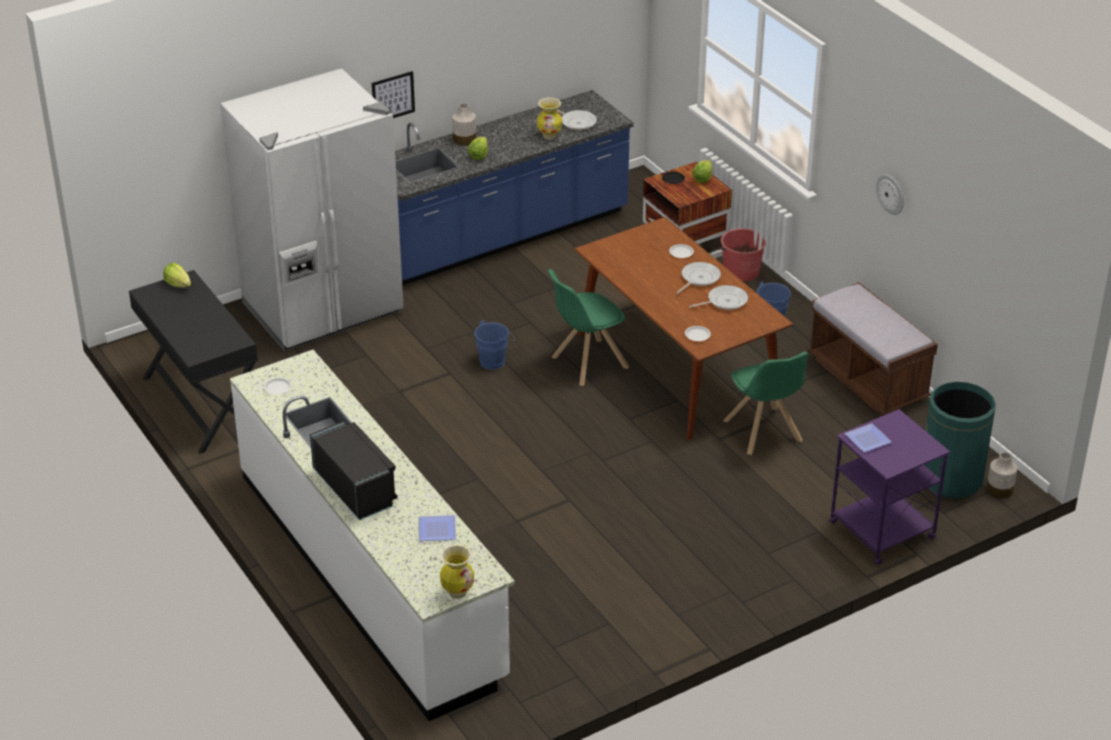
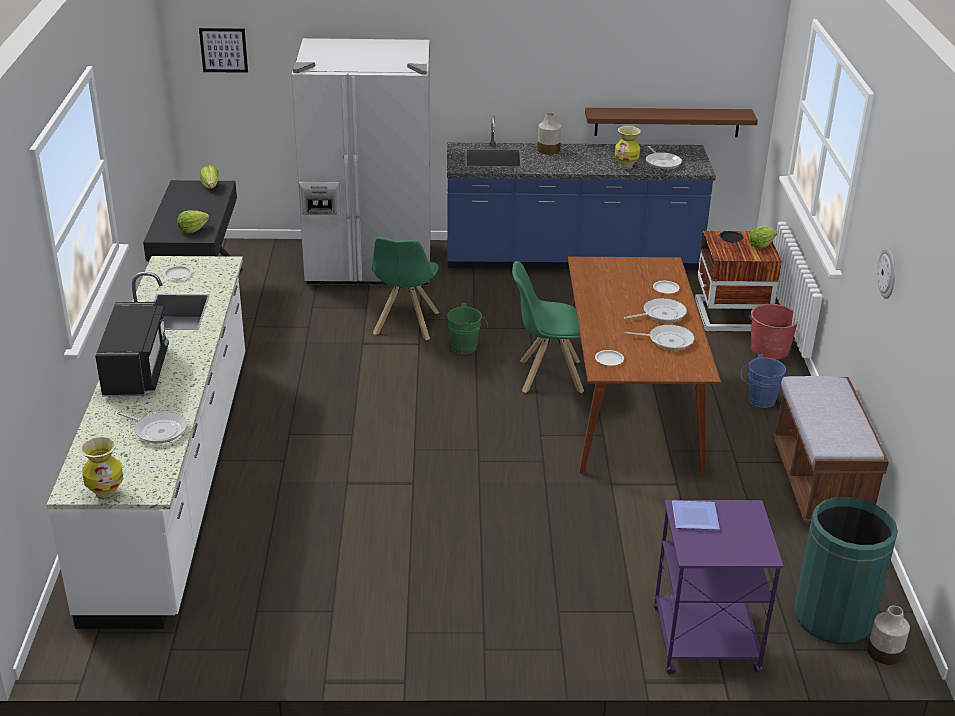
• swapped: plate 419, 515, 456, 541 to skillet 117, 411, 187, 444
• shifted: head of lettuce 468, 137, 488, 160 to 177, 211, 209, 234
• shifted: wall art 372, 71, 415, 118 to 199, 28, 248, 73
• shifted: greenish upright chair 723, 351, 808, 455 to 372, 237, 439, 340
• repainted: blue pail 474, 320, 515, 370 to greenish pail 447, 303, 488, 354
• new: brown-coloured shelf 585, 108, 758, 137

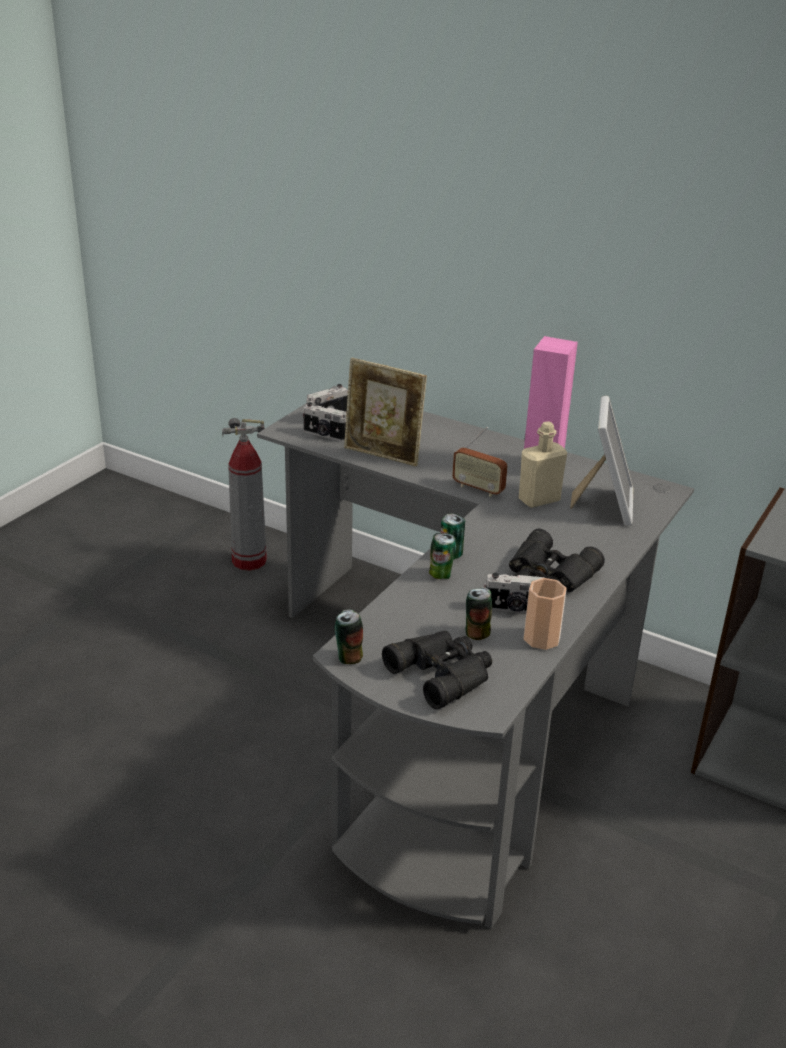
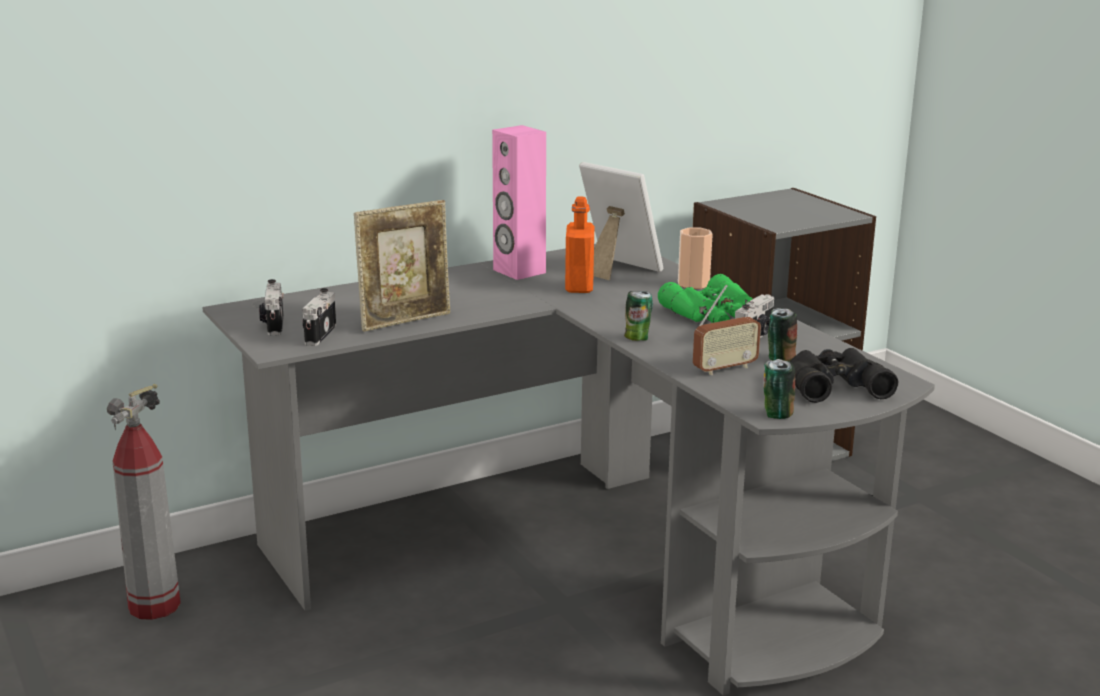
• rotated: still camera 303, 403, 346, 442 = 302, 288, 336, 346 135 degrees clockwise
• repainted: beige-coloured drink bottle 519, 421, 567, 508 to orangey drink bottle 565, 197, 594, 293
• repainted: blackish pair of binoculars 509, 528, 605, 592 to greenish pair of binoculars 658, 274, 752, 323
• shifted: drinking cup 524, 578, 567, 650 to 678, 228, 713, 289
• shifted: radio 452, 427, 507, 497 to 693, 285, 761, 375
• gone: sealed can 429, 533, 456, 579

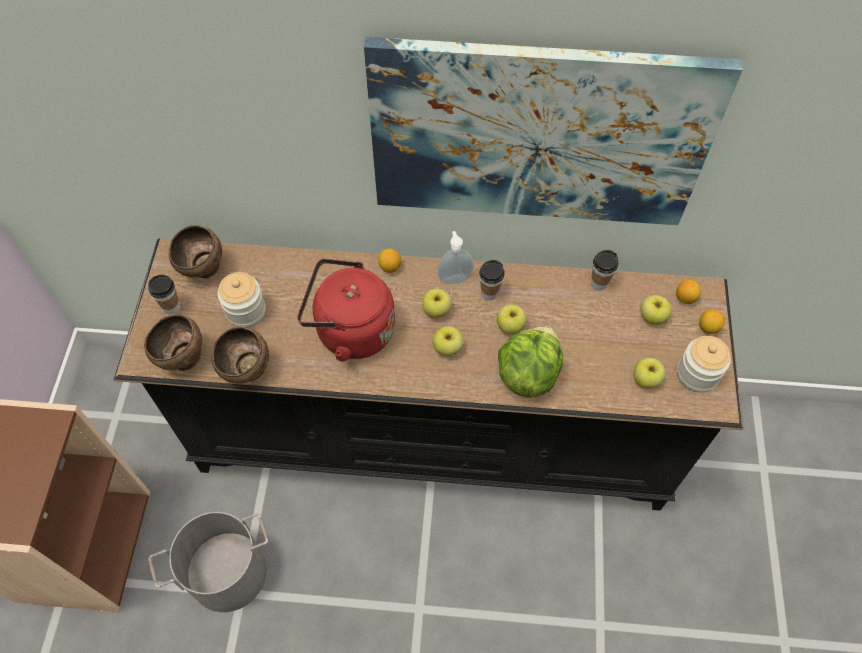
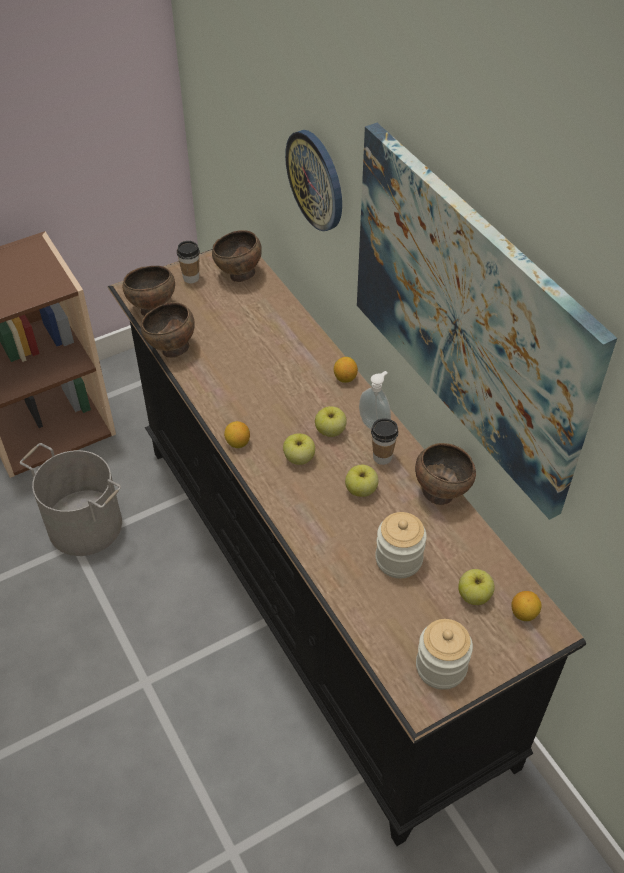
• shifted: citrus fruit 699, 309, 725, 334 to 224, 421, 250, 448
• new: hanging clock 285, 130, 342, 231
• shifted: preserve jar 218, 272, 266, 328 to 375, 512, 427, 578
• new: brown-coloured deep dish 415, 443, 476, 505
• gone: red kettle 297, 258, 395, 362
• gone: head of lettuce 498, 326, 563, 398
• gone: drinking cup 591, 250, 618, 290
• gone: apple 633, 358, 666, 388

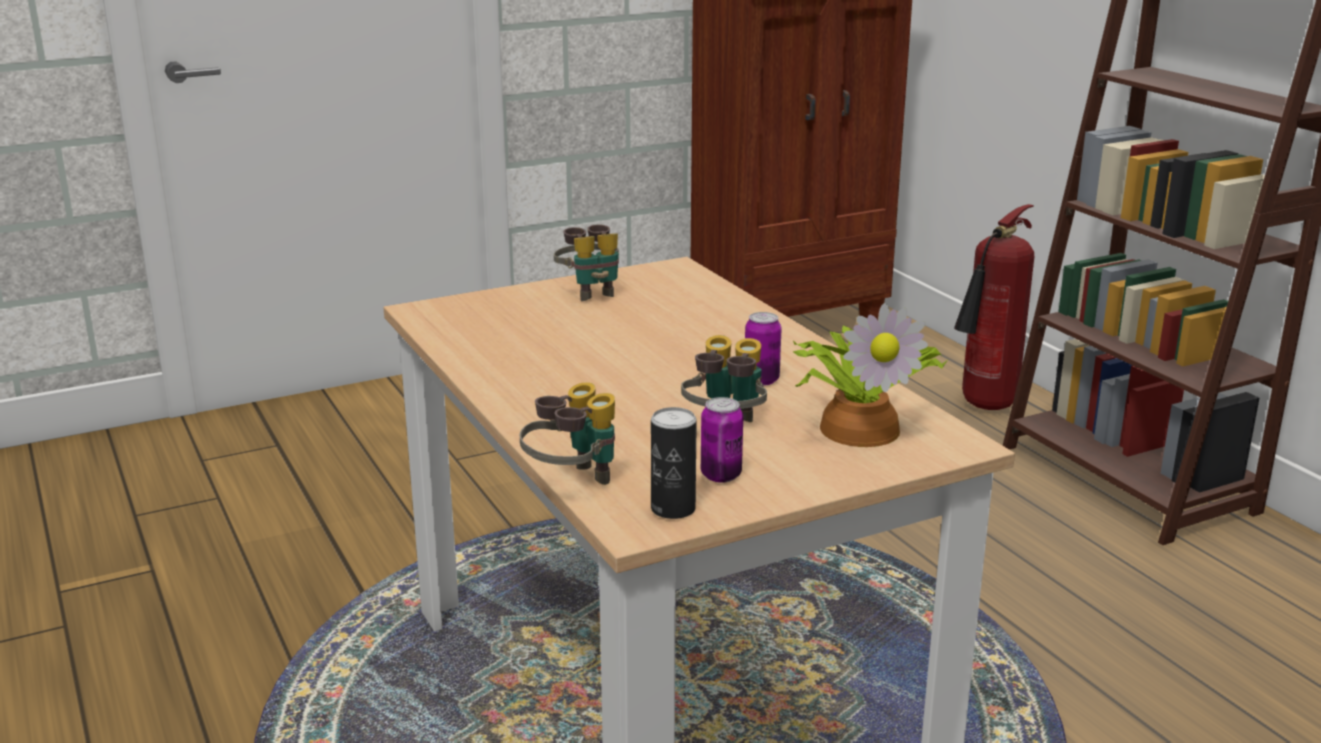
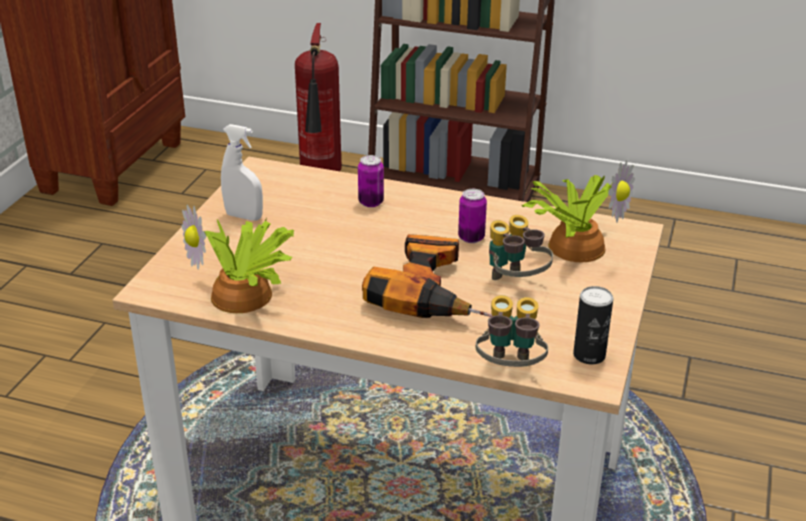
• new: houseplant 181, 205, 294, 313
• swapped: pair of binoculars 554, 224, 619, 301 to white-coloured hand sprayer 221, 124, 263, 221
• shifted: sealed can 701, 397, 743, 483 to 358, 155, 384, 207
• new: electric drill 362, 234, 492, 318

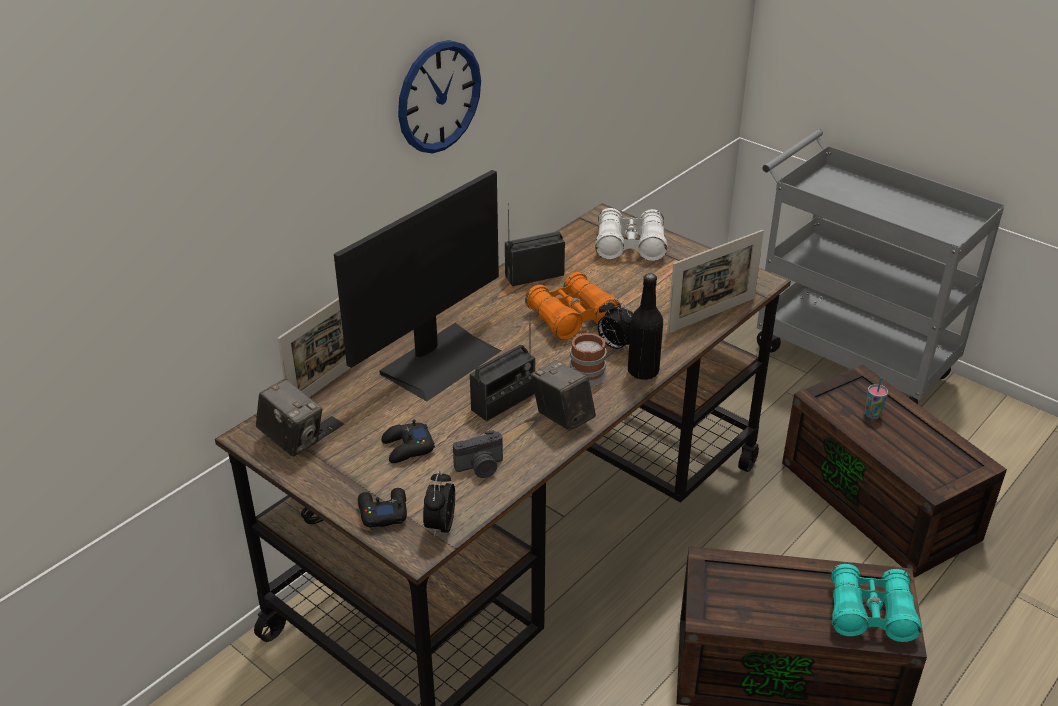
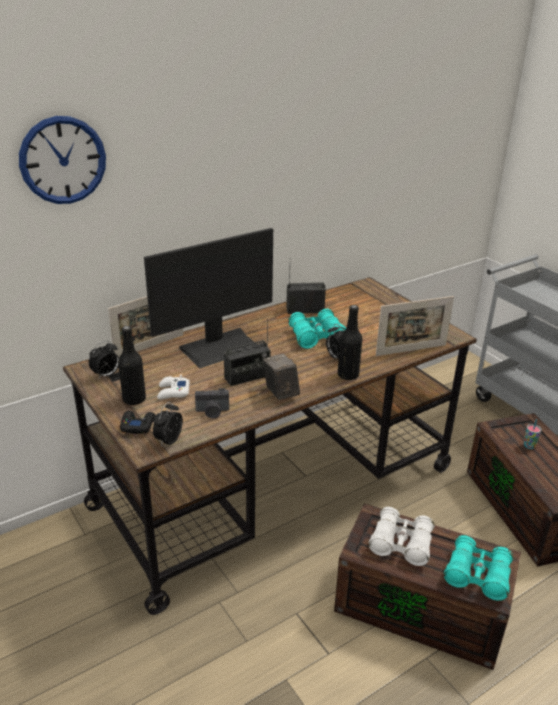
• shifted: hanging clock 398, 40, 481, 154 to 19, 116, 106, 204
• swapped: still camera 256, 379, 322, 456 to bedside clock 89, 341, 119, 379
• new: blackish drink bottle 118, 326, 146, 405
• repainted: blackish gamepad 381, 419, 435, 463 to white-coloured gamepad 157, 375, 190, 399
• repainted: orangey pair of binoculars 525, 272, 621, 340 to turquoise-coloured pair of binoculars 288, 309, 346, 349
• shifted: white-coloured pair of binoculars 595, 208, 668, 261 to 369, 507, 435, 566
• gone: tea mug 570, 325, 607, 387

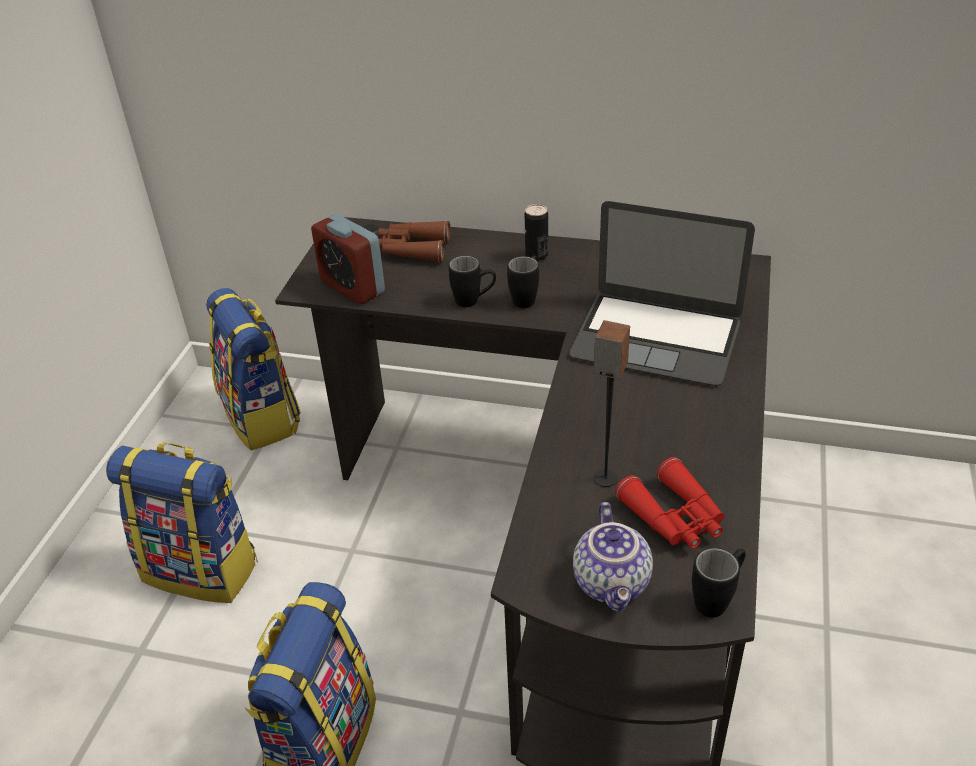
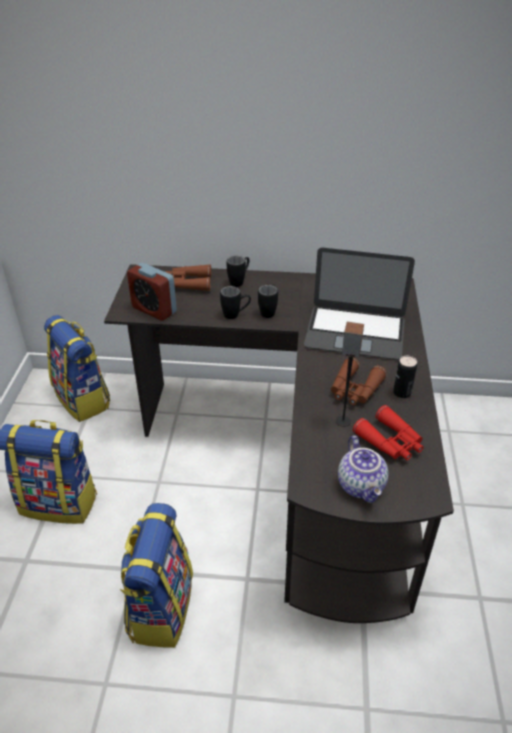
• shifted: blackish tea mug 692, 548, 746, 618 to 227, 256, 249, 287
• new: brown-coloured pair of binoculars 331, 357, 387, 405
• shifted: sealed can 525, 204, 548, 261 to 393, 356, 417, 398

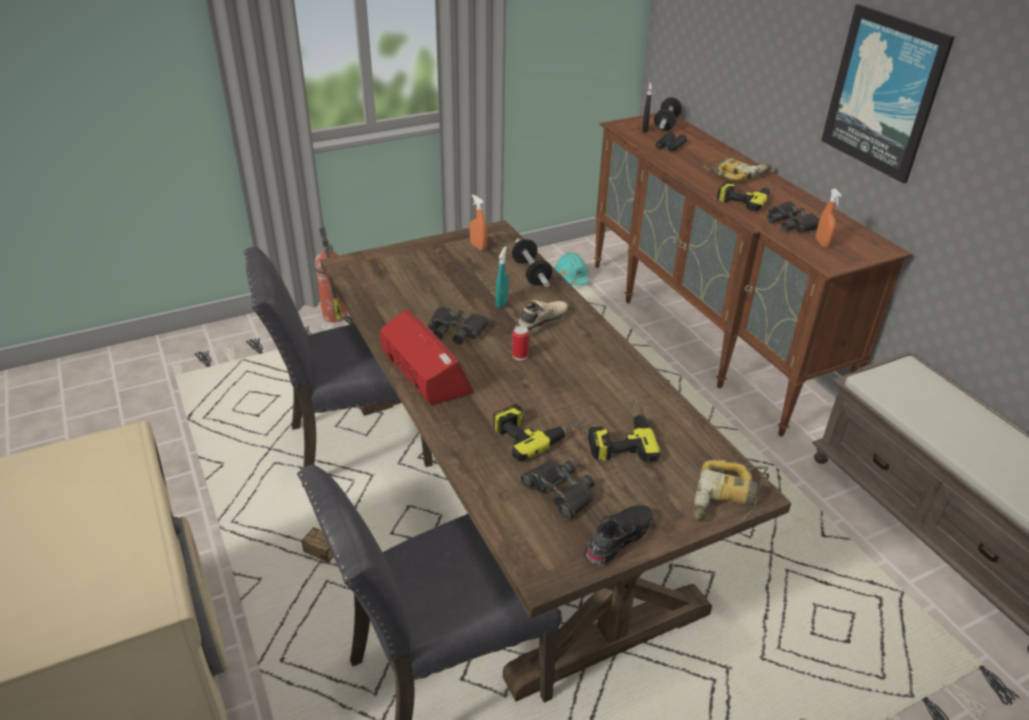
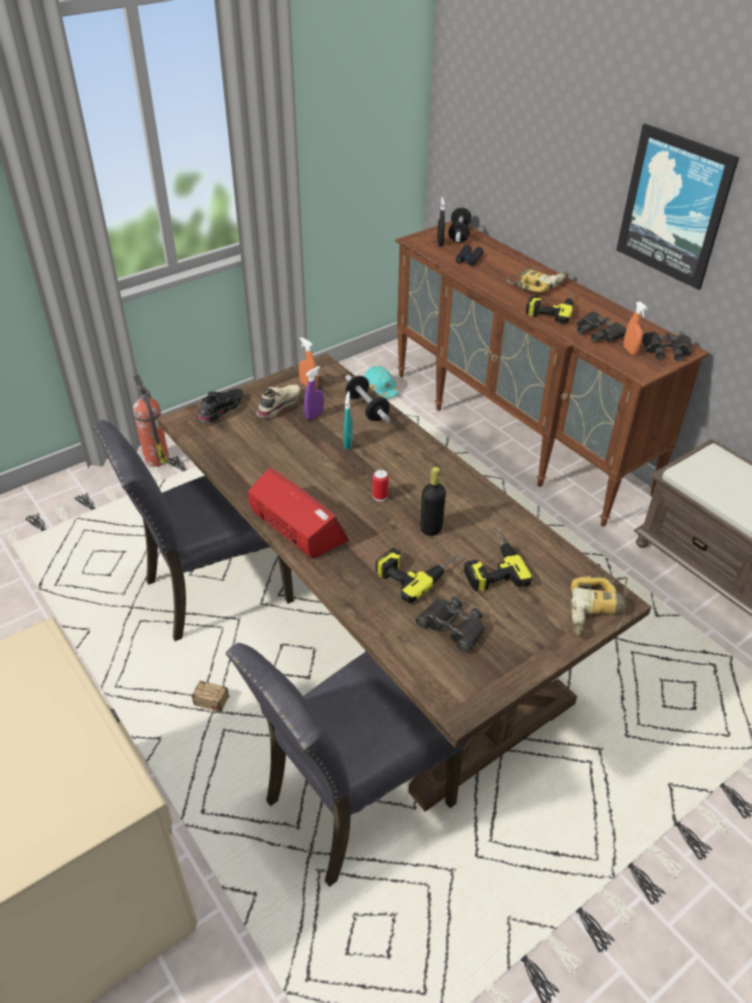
• shifted: blackish low shoe 584, 505, 653, 565 to 197, 389, 243, 423
• shifted: beige-coloured low shoe 516, 300, 568, 335 to 256, 384, 301, 418
• new: purple-coloured hand sprayer 304, 366, 324, 420
• new: blackish drink bottle 420, 467, 446, 536
• shifted: blackish pair of binoculars 428, 307, 488, 345 to 642, 332, 692, 361

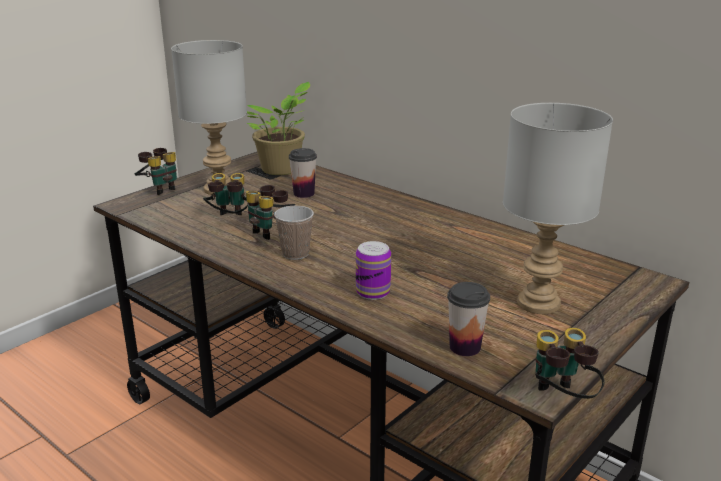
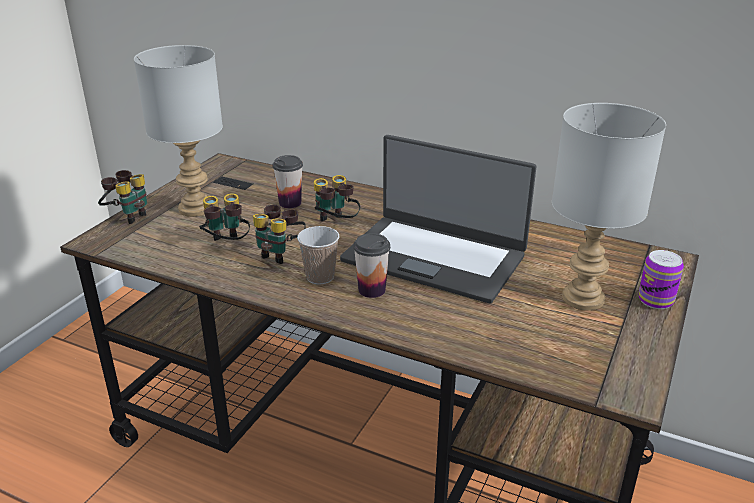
• shifted: pair of binoculars 535, 328, 605, 399 to 314, 175, 361, 222
• new: notebook computer 340, 135, 537, 303
• shifted: drinking cup 447, 282, 490, 356 to 353, 233, 390, 298
• shifted: sealed can 356, 241, 391, 300 to 639, 250, 684, 309
• gone: houseplant 247, 81, 310, 175

